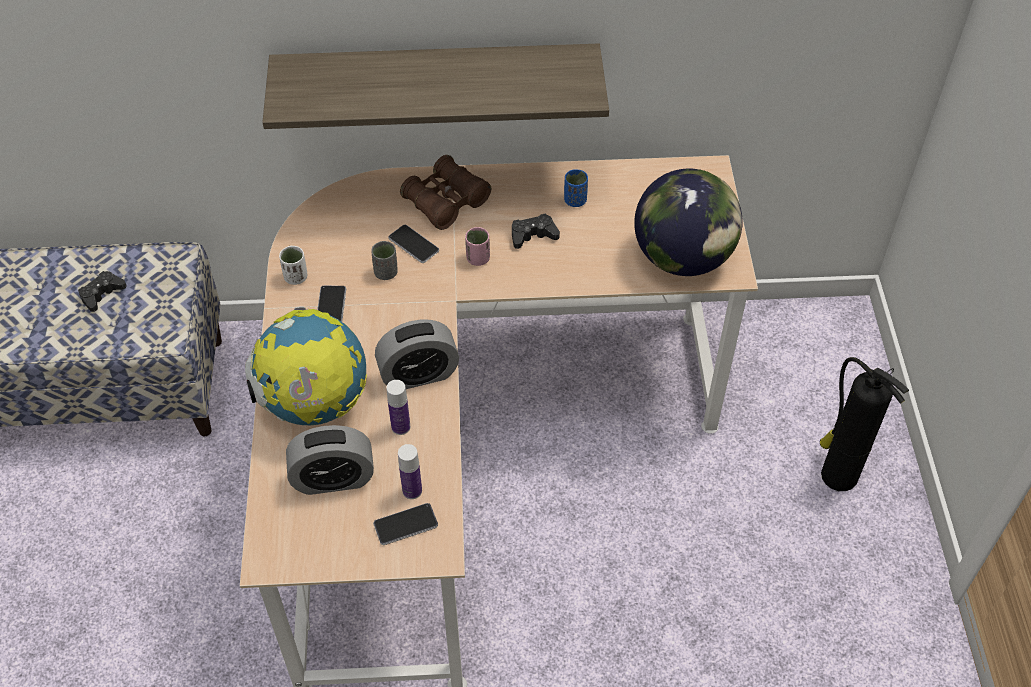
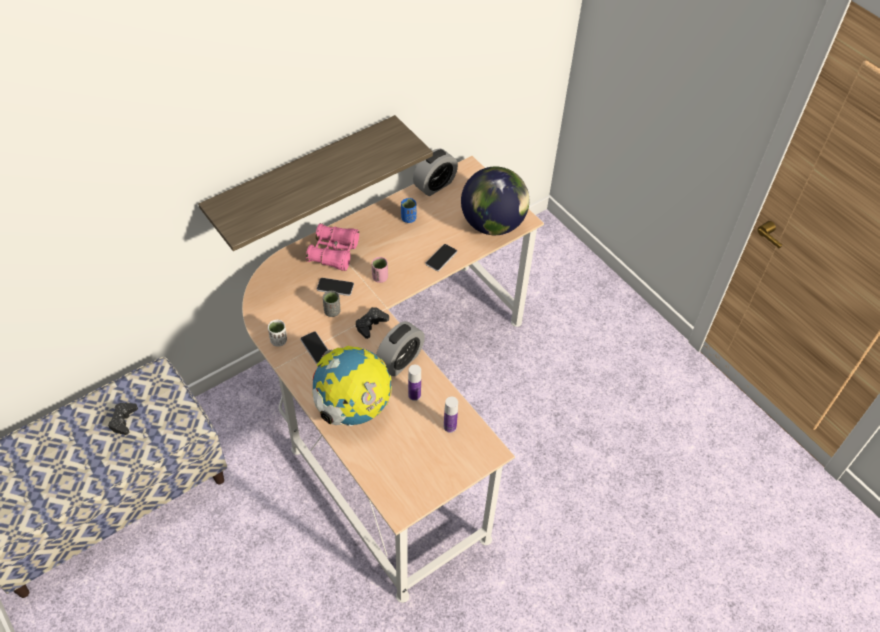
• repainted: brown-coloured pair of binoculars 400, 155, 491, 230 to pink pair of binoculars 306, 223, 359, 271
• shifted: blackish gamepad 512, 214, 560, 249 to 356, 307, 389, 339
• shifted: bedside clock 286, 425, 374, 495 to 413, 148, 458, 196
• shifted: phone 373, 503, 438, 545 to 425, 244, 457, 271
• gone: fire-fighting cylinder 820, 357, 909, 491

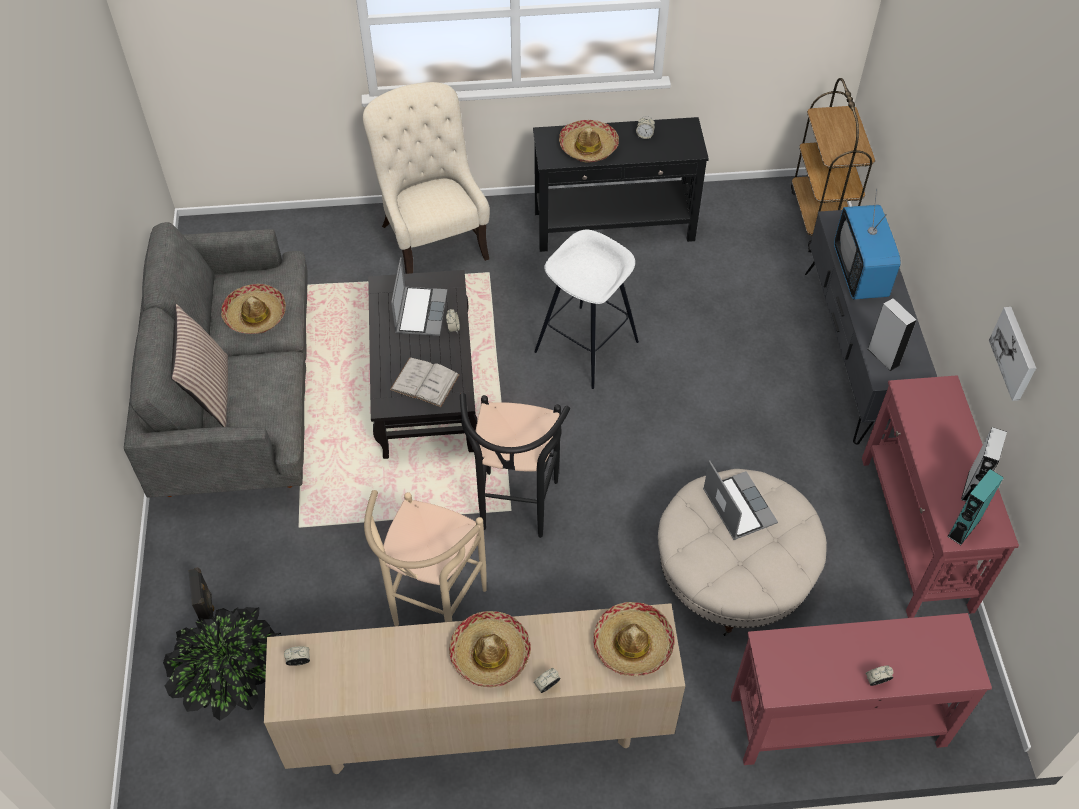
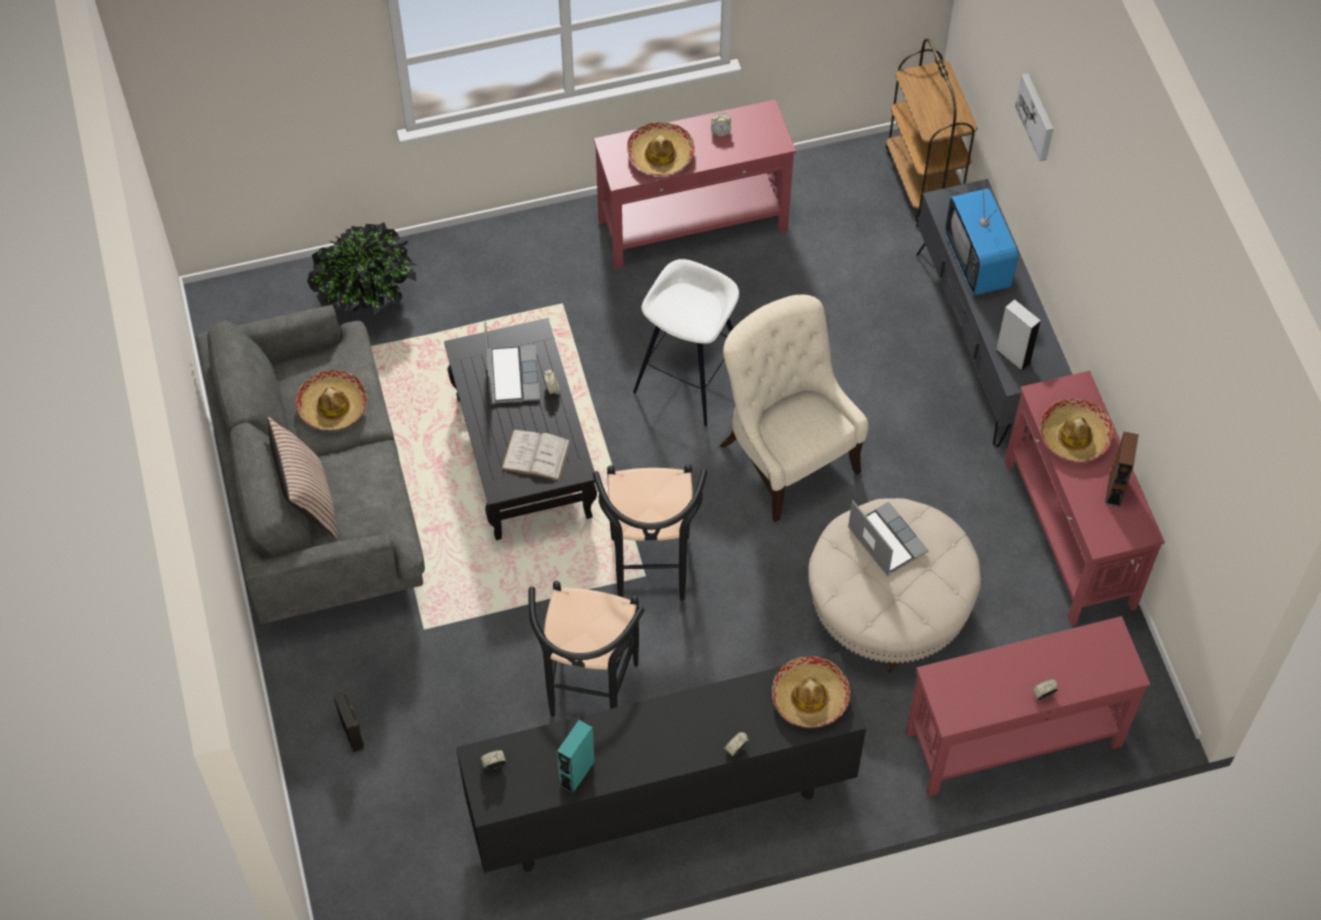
• shifted: houseplant 163, 607, 281, 721 to 307, 222, 417, 315
• repainted: beige-coloured storage cabinet 264, 603, 685, 774 to blackish storage cabinet 456, 652, 866, 873
• repainted: beige-coloured sitting stool 364, 490, 487, 626 to blackish sitting stool 529, 581, 644, 717
• shifted: turquoise-coloured audio speaker 947, 469, 1004, 545 to 557, 720, 595, 794
• repainted: blackish hall table 533, 117, 709, 252 to red hall table 594, 99, 796, 269
• shifted: beige-coloured armchair 363, 82, 490, 274 to 720, 295, 869, 522
• shifted: wall art 989, 307, 1036, 401 to 1015, 73, 1054, 161
• shifted: hat 449, 611, 531, 687 to 1040, 399, 1113, 461
• repainted: greyish audio speaker 961, 427, 1007, 502 to brown-coloured audio speaker 1105, 432, 1139, 507

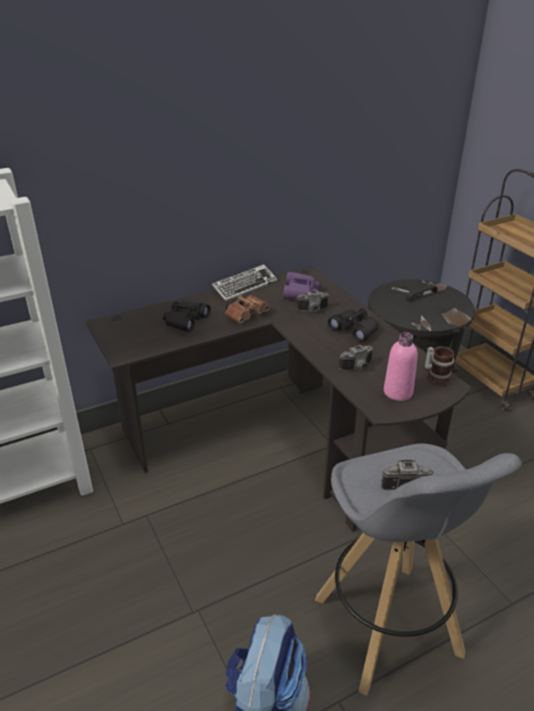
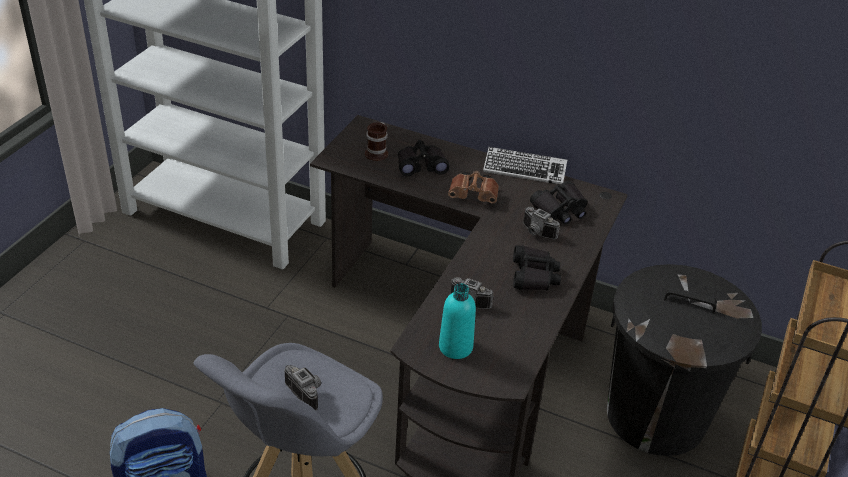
• shifted: tea mug 425, 346, 455, 386 to 365, 122, 388, 161
• repainted: pink drink bottle 384, 332, 418, 401 to turquoise-coloured drink bottle 439, 283, 476, 359
• repainted: purple-coloured pair of binoculars 283, 272, 319, 299 to blackish pair of binoculars 530, 181, 588, 224

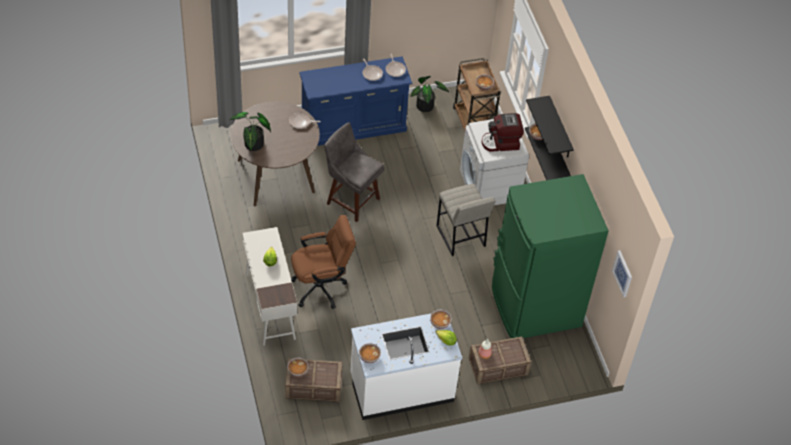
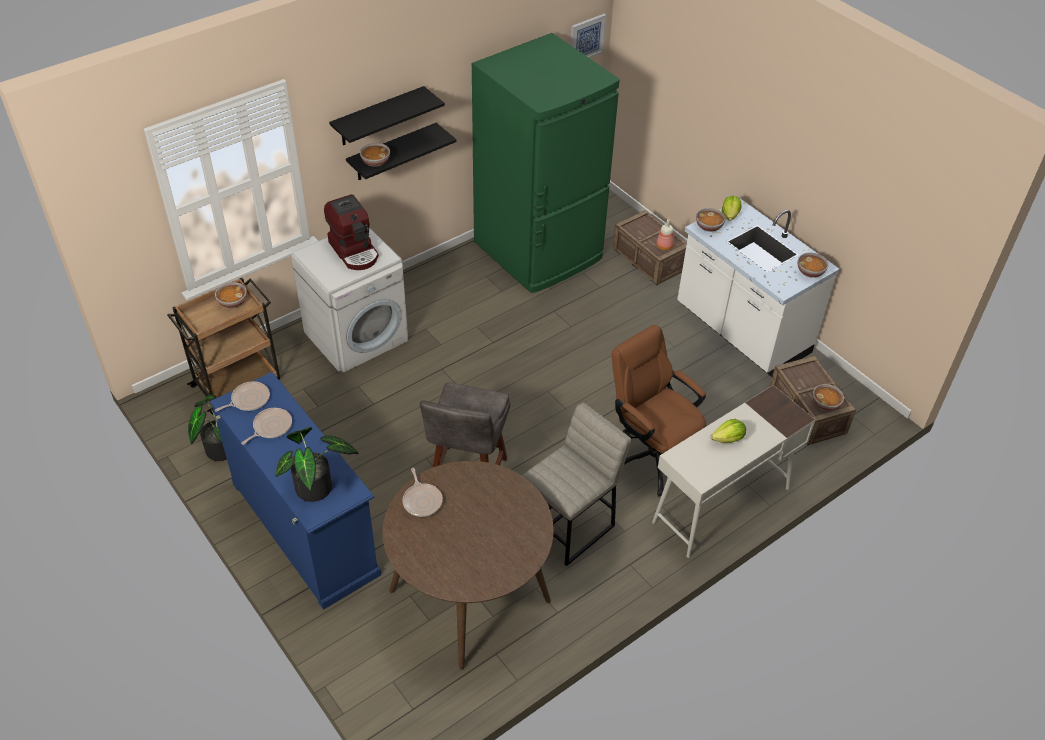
• shifted: houseplant 229, 112, 271, 151 to 275, 427, 359, 502
• shifted: greyish upright chair 437, 184, 496, 256 to 523, 403, 631, 566

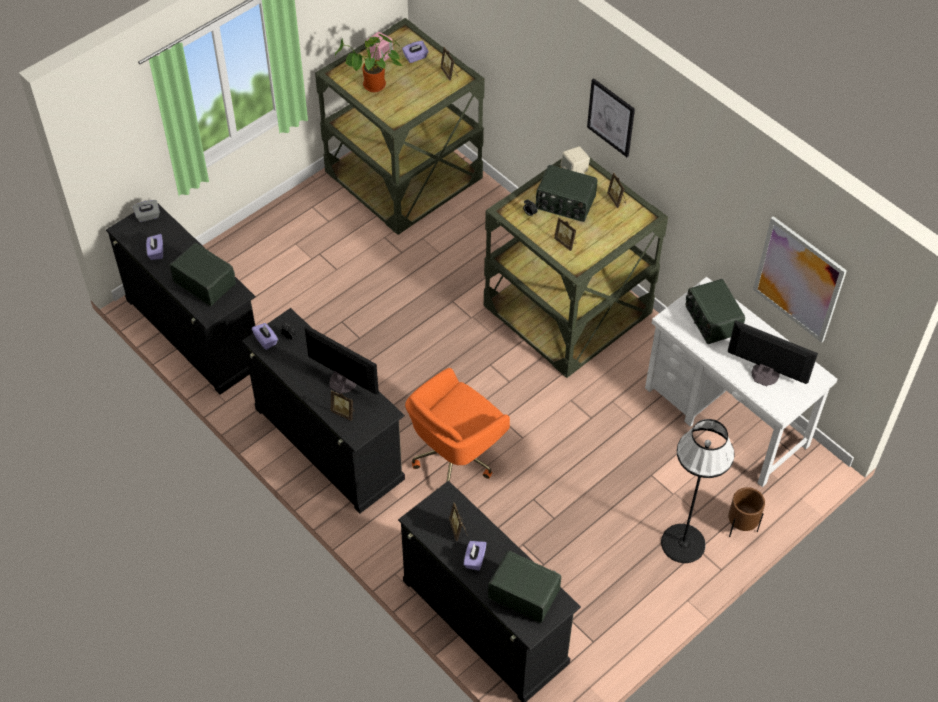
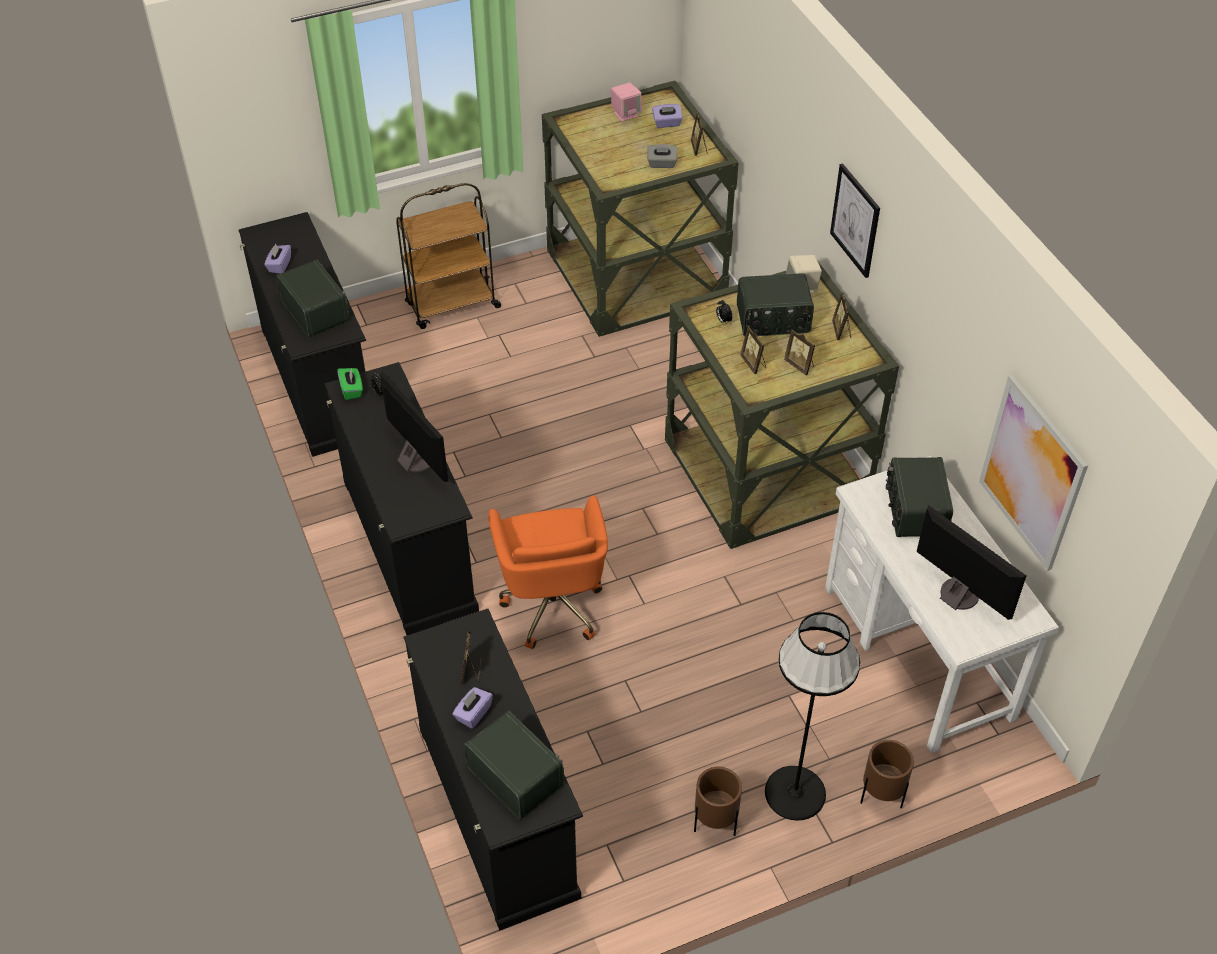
• repainted: purple-coloured tissue box 252, 323, 278, 350 to greenish tissue box 337, 367, 363, 400
• new: brown-coloured trolley 396, 183, 501, 329
• rotated: orangey office chair 405, 368, 510, 481 = 488, 495, 608, 649 75 degrees counterclockwise
• shifted: greyish tissue box 133, 200, 160, 222 to 647, 144, 677, 168
• new: brown-coloured plant pot 694, 767, 742, 836
• rotated: radio 536, 165, 598, 222 = 737, 273, 814, 336 45 degrees counterclockwise
• shifted: picture frame 331, 390, 355, 421 to 784, 329, 815, 375
• gone: houseplant 335, 34, 402, 92

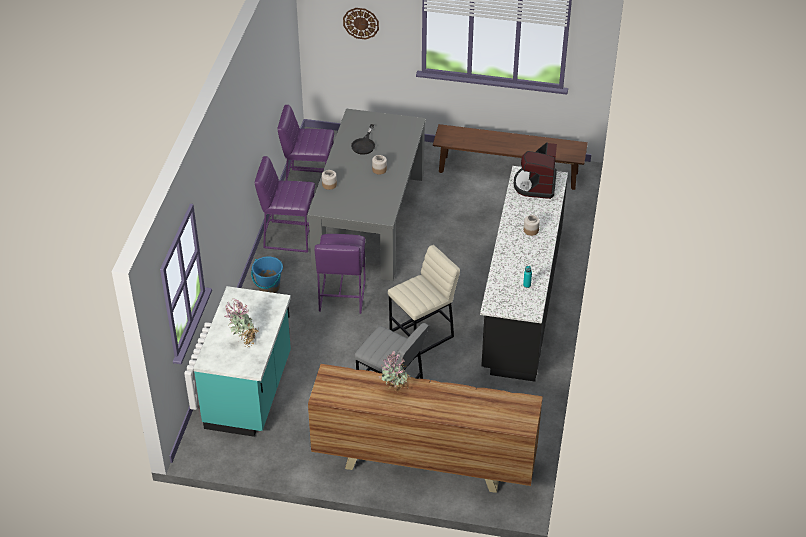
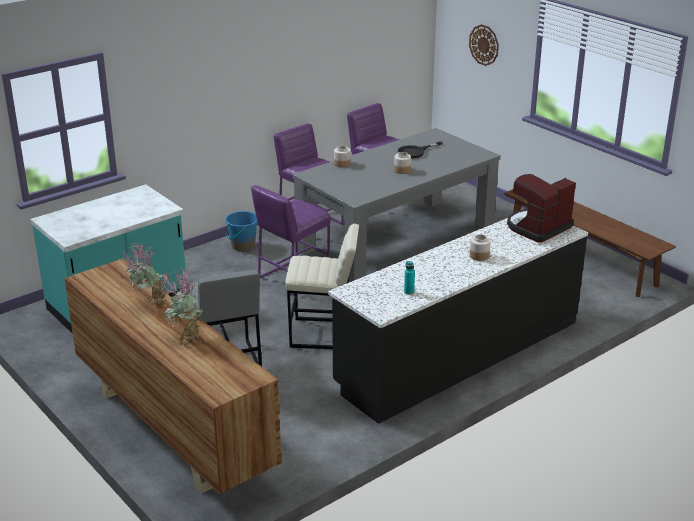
• shifted: houseplant 223, 298, 259, 348 to 161, 268, 203, 345

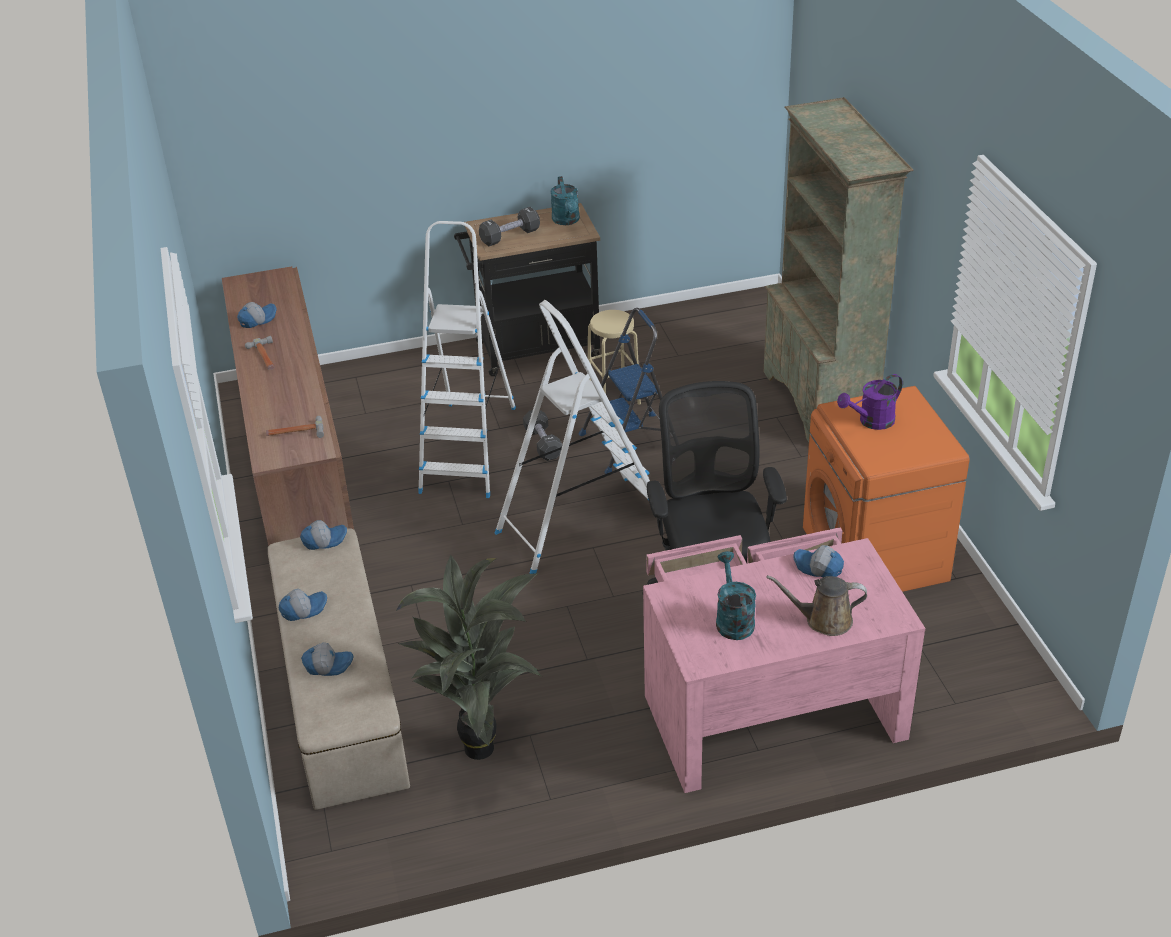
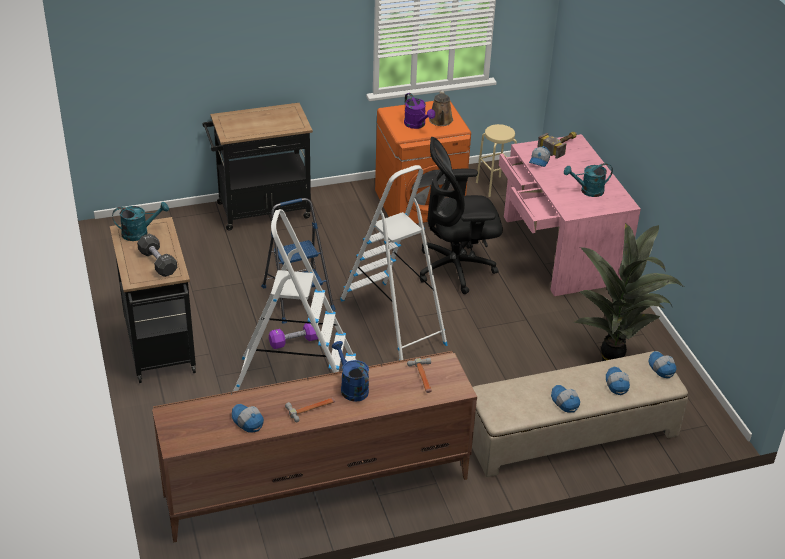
• swapped: greenish bookshelf 764, 97, 913, 442 to blackish trolley 202, 103, 313, 230
• repainted: blackish hand weight 523, 410, 562, 461 to purple-coloured hand weight 269, 323, 318, 349
• new: blue watering can 332, 341, 369, 402
• shifted: brown-coloured watering can 767, 575, 867, 636 to 429, 90, 453, 126
• shifted: beige-coloured sitting stool 588, 310, 641, 405 to 476, 124, 517, 197
• new: hammer 537, 132, 577, 159
• shifted: cap 300, 520, 347, 550 to 648, 351, 676, 378

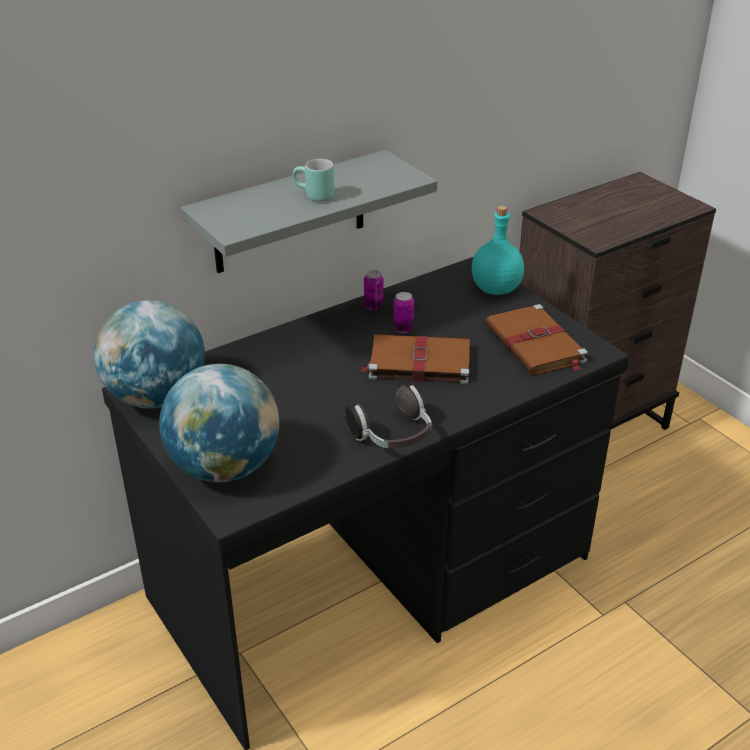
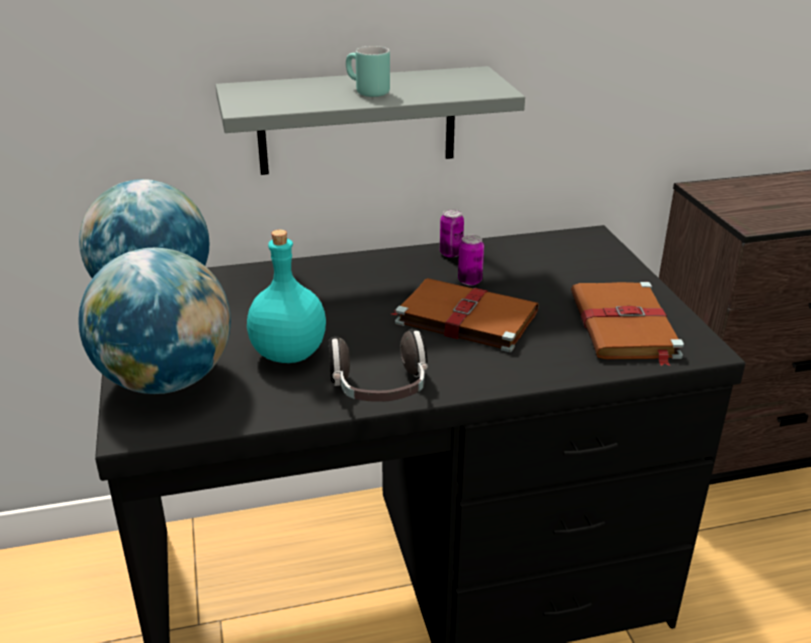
• shifted: turquoise-coloured drink bottle 472, 206, 524, 295 to 247, 229, 326, 363

